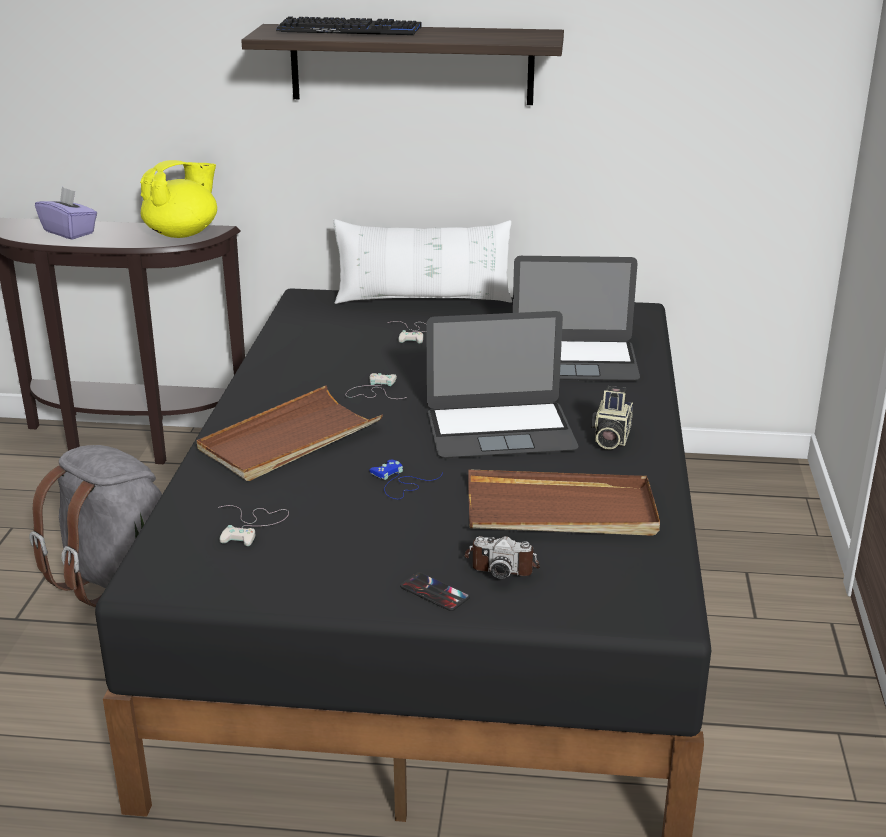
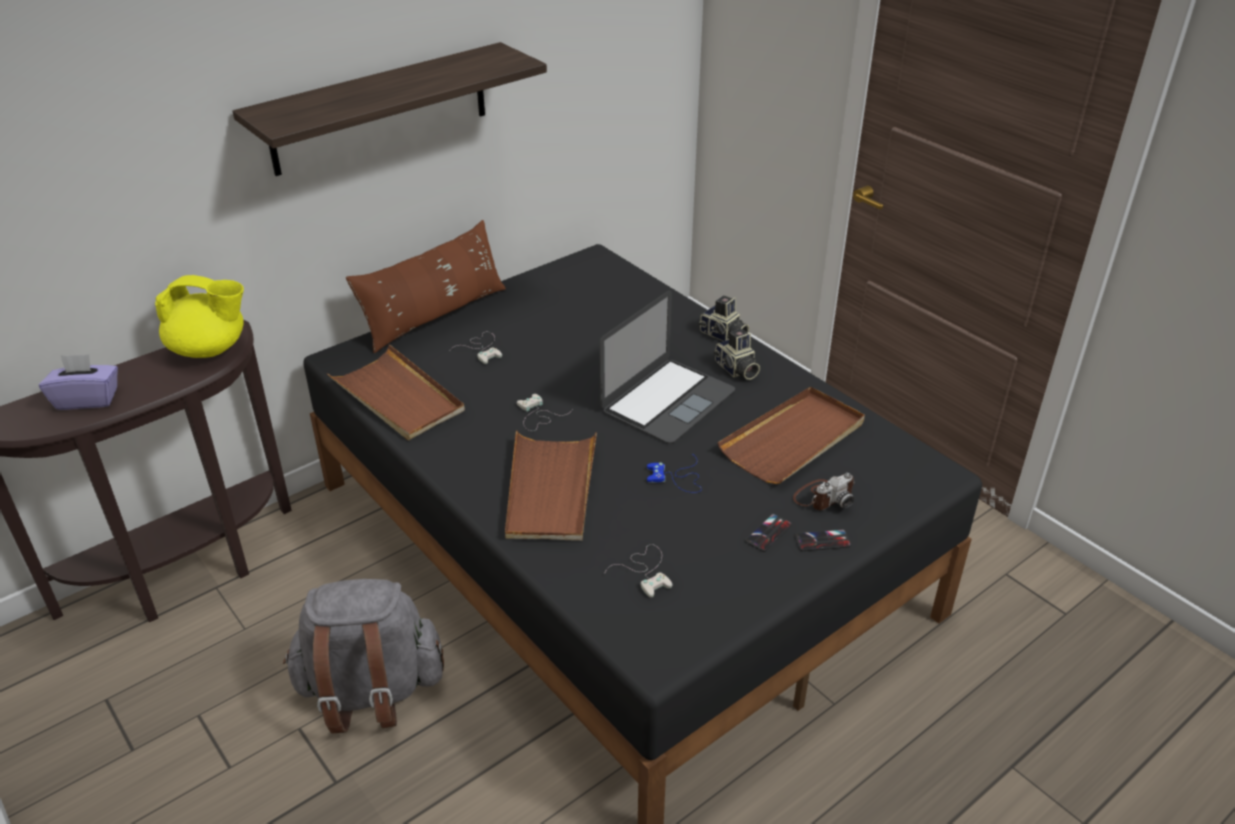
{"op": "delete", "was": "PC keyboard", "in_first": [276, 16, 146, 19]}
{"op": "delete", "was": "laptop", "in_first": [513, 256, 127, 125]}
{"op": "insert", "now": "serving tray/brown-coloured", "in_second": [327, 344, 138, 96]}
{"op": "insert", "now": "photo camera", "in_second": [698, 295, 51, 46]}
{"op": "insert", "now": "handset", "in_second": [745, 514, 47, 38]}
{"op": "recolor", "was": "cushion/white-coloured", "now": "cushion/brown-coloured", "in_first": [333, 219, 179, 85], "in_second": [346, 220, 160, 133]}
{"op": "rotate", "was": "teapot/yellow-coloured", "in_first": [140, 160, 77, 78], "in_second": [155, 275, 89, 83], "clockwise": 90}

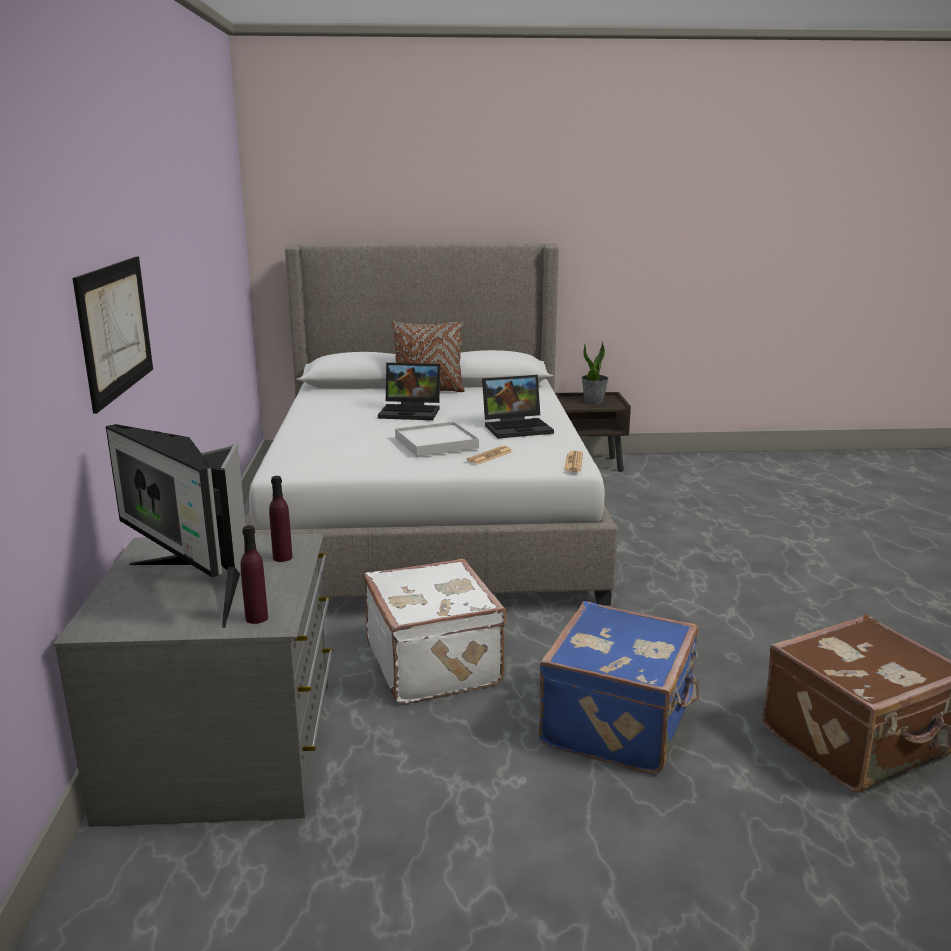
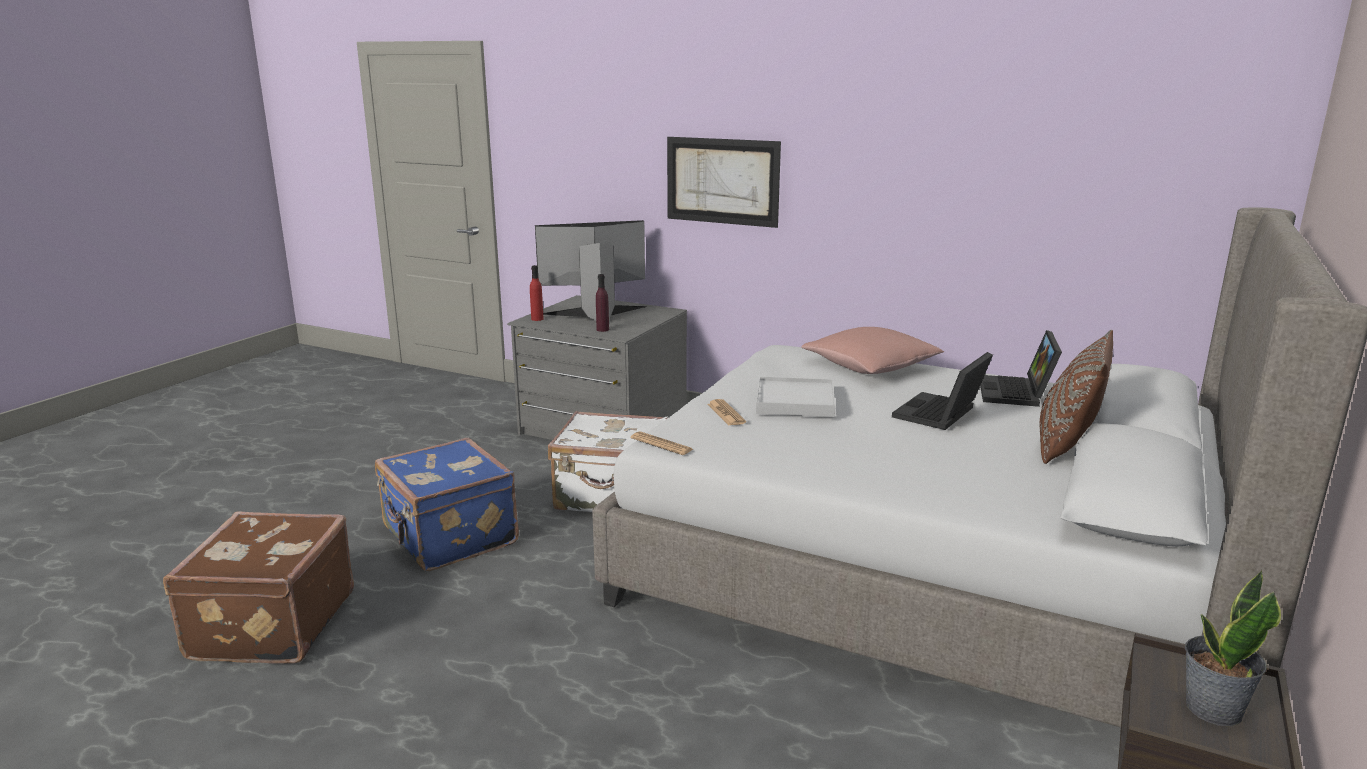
{"op": "insert", "now": "cushion/pink-coloured", "in_second": [801, 327, 143, 47]}
{"op": "move", "was": "laptop", "in_first": [482, 375, 72, 64], "in_second": [980, 330, 82, 77]}
{"op": "recolor", "was": "drink bottle/purple", "now": "drink bottle/red-coloured", "in_first": [241, 525, 27, 99], "in_second": [530, 265, 14, 56]}

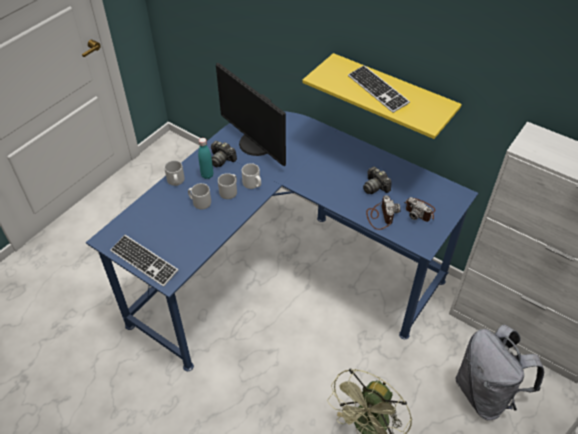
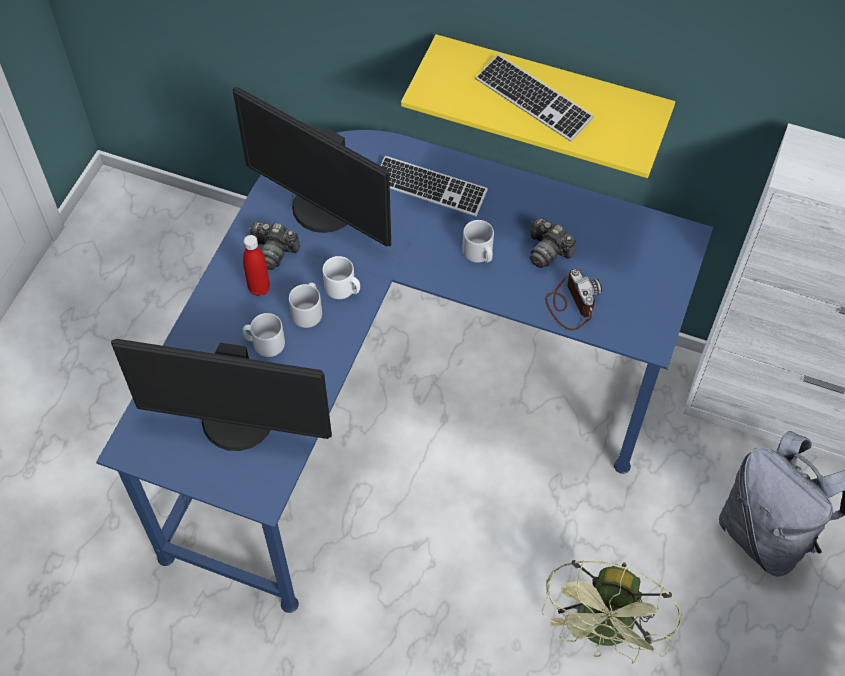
{"op": "delete", "was": "photo camera", "in_first": [404, 197, 31, 25]}
{"op": "insert", "now": "computer display", "in_second": [111, 339, 221, 112]}
{"op": "move", "was": "PC keyboard", "in_first": [110, 235, 68, 52], "in_second": [380, 156, 108, 60]}
{"op": "move", "was": "tea mug/grey", "in_first": [164, 160, 21, 26], "in_second": [462, 220, 32, 43]}
{"op": "recolor", "was": "drink bottle/turquoise", "now": "drink bottle/red-coloured", "in_first": [198, 138, 15, 41], "in_second": [243, 235, 27, 61]}

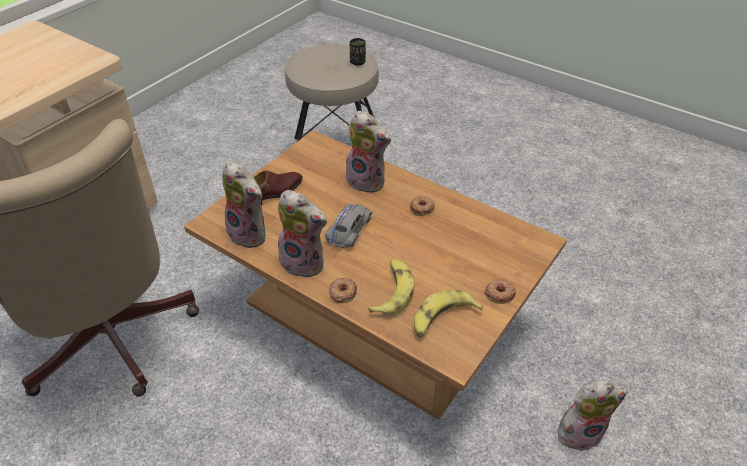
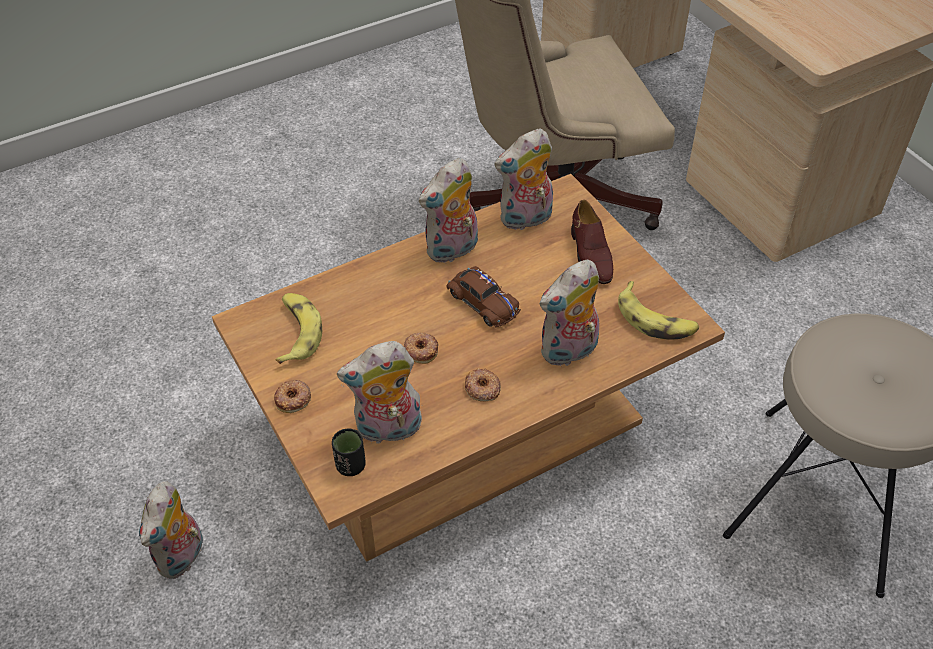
{"op": "insert", "now": "plush toy", "in_second": [337, 341, 85, 103]}
{"op": "move", "was": "doughnut", "in_first": [329, 277, 28, 26], "in_second": [404, 333, 35, 31]}
{"op": "move", "was": "drinking cup/black-coloured", "in_first": [350, 38, 16, 28], "in_second": [332, 428, 34, 48]}
{"op": "move", "was": "whole banana", "in_first": [368, 259, 46, 56], "in_second": [618, 281, 81, 59]}
{"op": "recolor", "was": "model car/grey", "now": "model car/brown-coloured", "in_first": [325, 204, 47, 44], "in_second": [446, 266, 75, 62]}

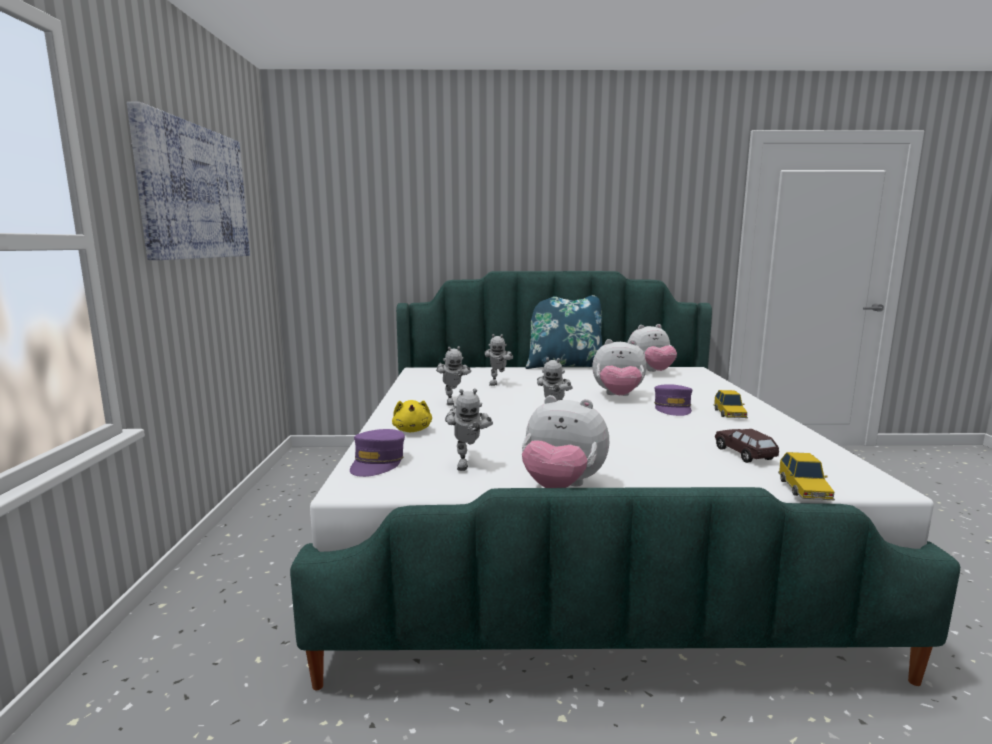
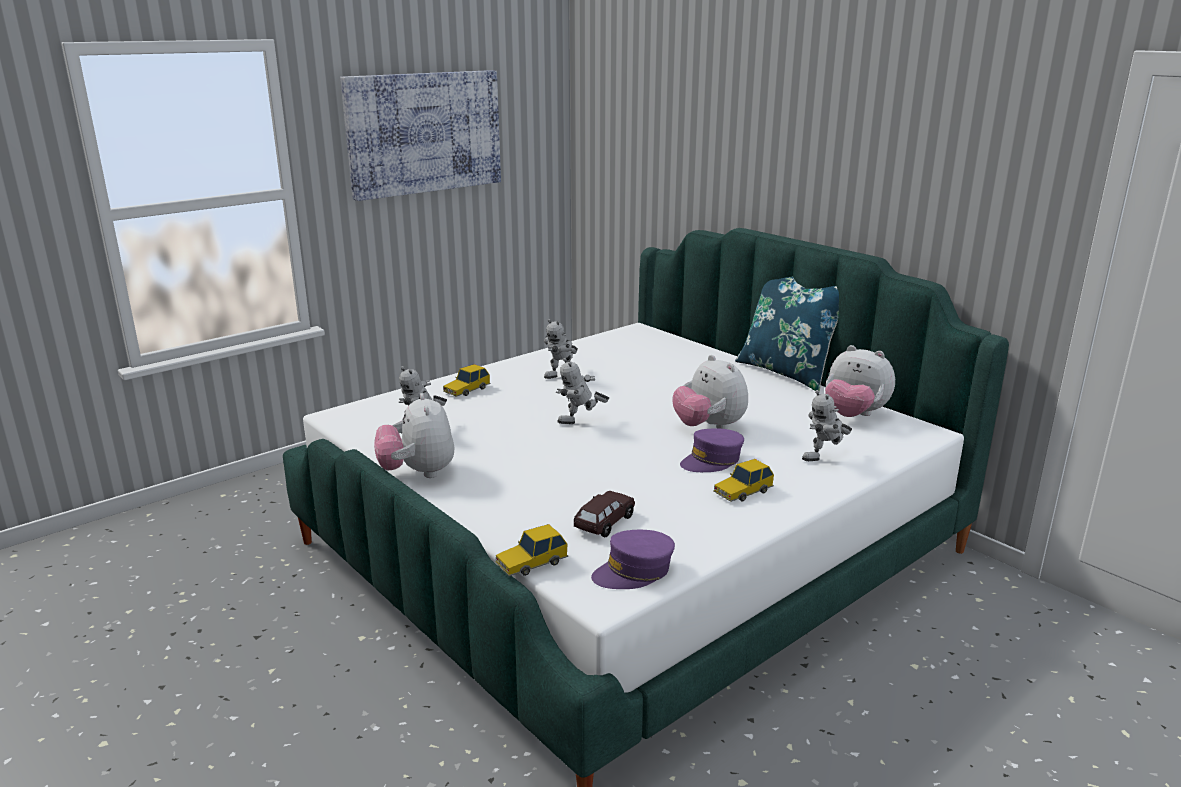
{"op": "move", "was": "baseball cap/purple", "in_first": [350, 429, 55, 48], "in_second": [591, 530, 84, 59]}
{"op": "move", "was": "toy robot", "in_first": [484, 334, 29, 52], "in_second": [802, 390, 50, 71]}
{"op": "replace", "was": "plush toy/yellow-coloured", "now": "model car", "in_first": [392, 400, 40, 32], "in_second": [443, 364, 48, 33]}

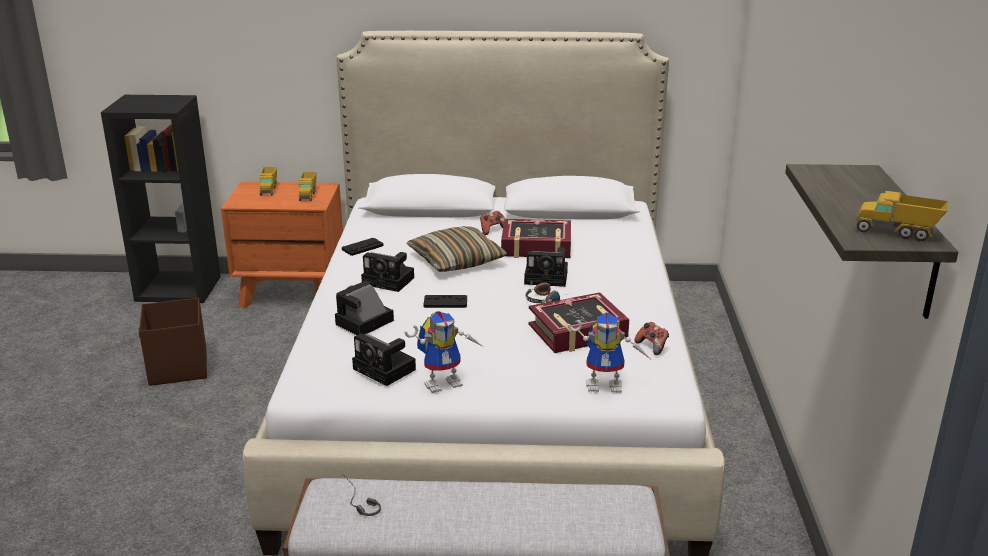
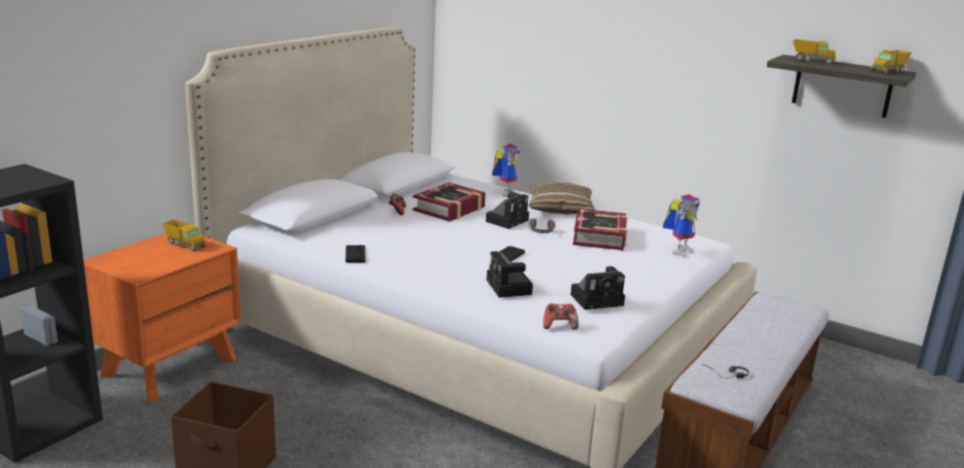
{"op": "delete", "was": "photo camera", "in_first": [361, 252, 53, 40]}
{"op": "move", "was": "toy lorry", "in_first": [260, 167, 17, 29], "in_second": [793, 39, 43, 25]}
{"op": "move", "was": "toy robot", "in_first": [404, 311, 79, 82], "in_second": [492, 144, 28, 53]}
{"op": "move", "was": "cushion", "in_first": [407, 226, 100, 46], "in_second": [529, 182, 66, 33]}
{"op": "move", "was": "game controller", "in_first": [634, 322, 35, 33], "in_second": [543, 303, 36, 27]}

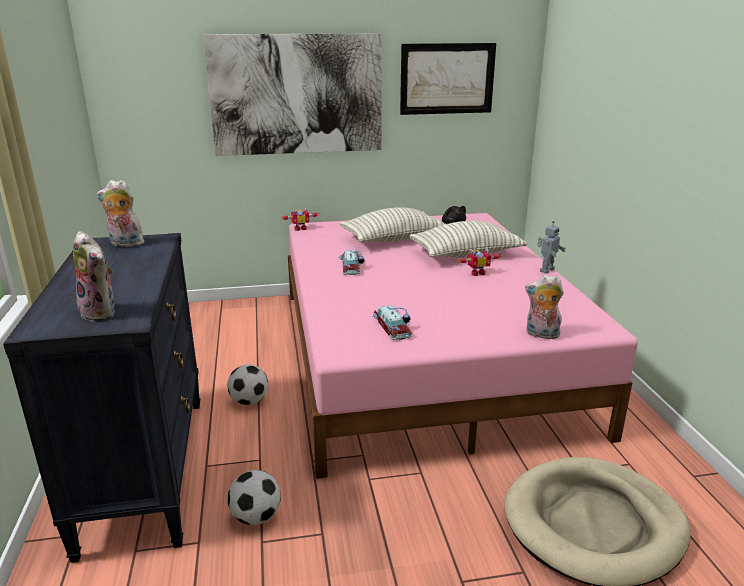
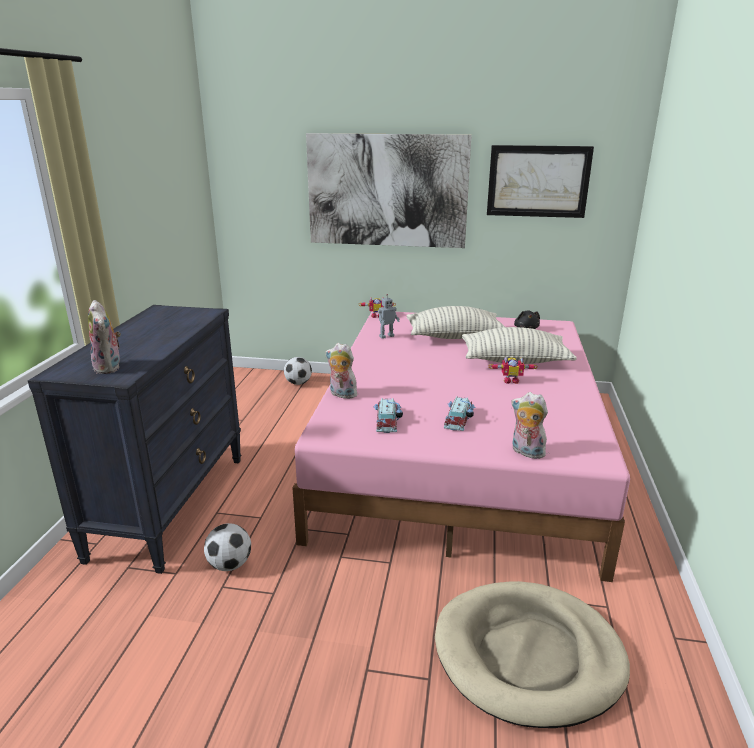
{"op": "move", "was": "plush toy", "in_first": [97, 180, 49, 67], "in_second": [325, 343, 32, 56]}
{"op": "move", "was": "football", "in_first": [227, 365, 41, 40], "in_second": [284, 357, 28, 28]}
{"op": "move", "was": "model car", "in_first": [339, 249, 25, 26], "in_second": [443, 396, 32, 35]}
{"op": "move", "was": "toy robot", "in_first": [537, 221, 29, 53], "in_second": [378, 294, 22, 45]}

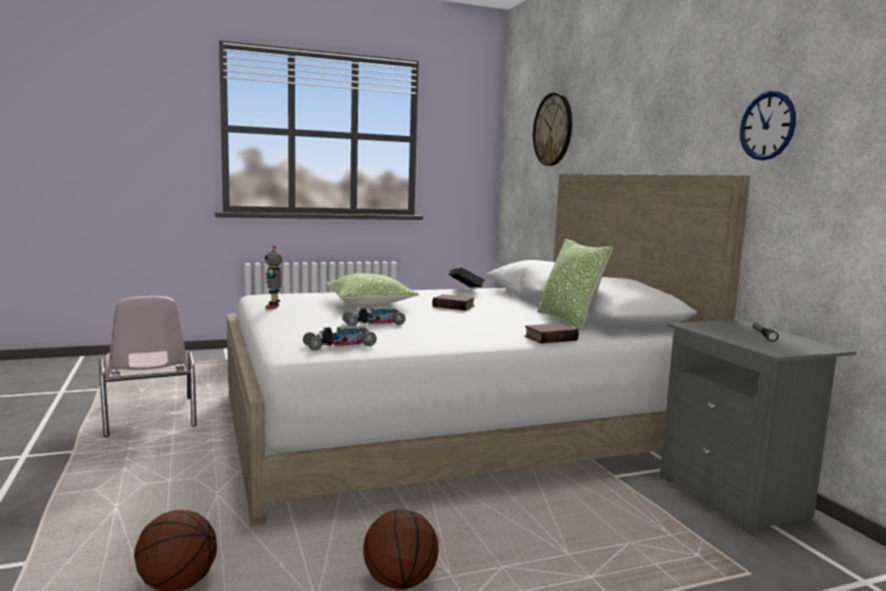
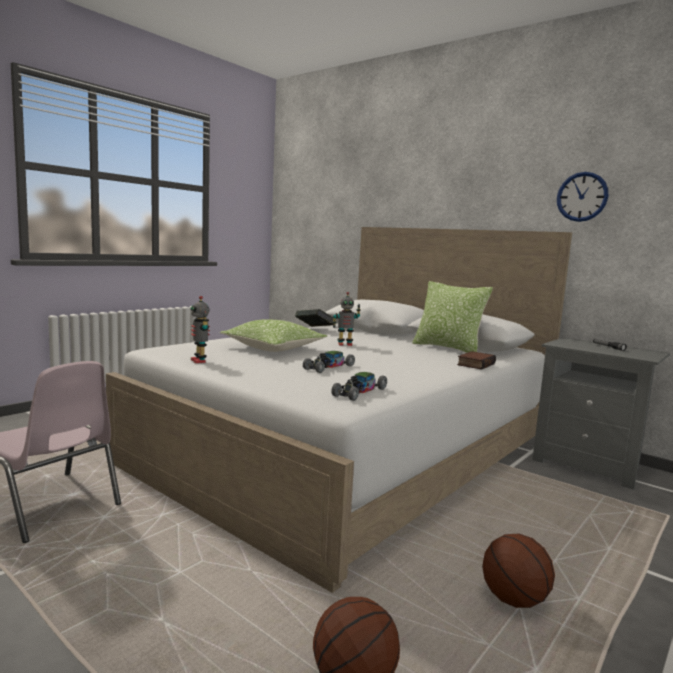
{"op": "delete", "was": "wall clock", "in_first": [533, 93, 39, 73]}
{"op": "replace", "was": "volume", "now": "toy robot", "in_first": [433, 294, 42, 17], "in_second": [332, 292, 29, 54]}

